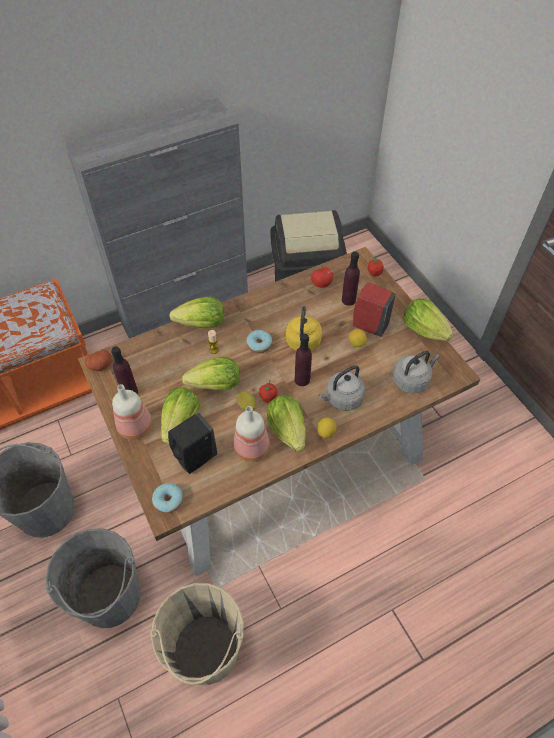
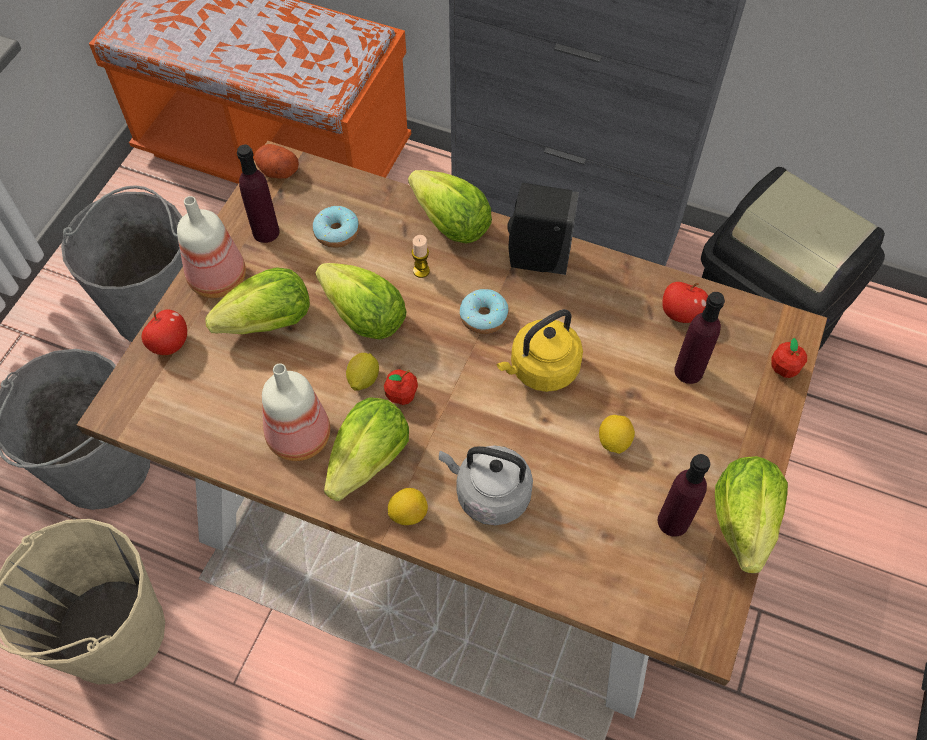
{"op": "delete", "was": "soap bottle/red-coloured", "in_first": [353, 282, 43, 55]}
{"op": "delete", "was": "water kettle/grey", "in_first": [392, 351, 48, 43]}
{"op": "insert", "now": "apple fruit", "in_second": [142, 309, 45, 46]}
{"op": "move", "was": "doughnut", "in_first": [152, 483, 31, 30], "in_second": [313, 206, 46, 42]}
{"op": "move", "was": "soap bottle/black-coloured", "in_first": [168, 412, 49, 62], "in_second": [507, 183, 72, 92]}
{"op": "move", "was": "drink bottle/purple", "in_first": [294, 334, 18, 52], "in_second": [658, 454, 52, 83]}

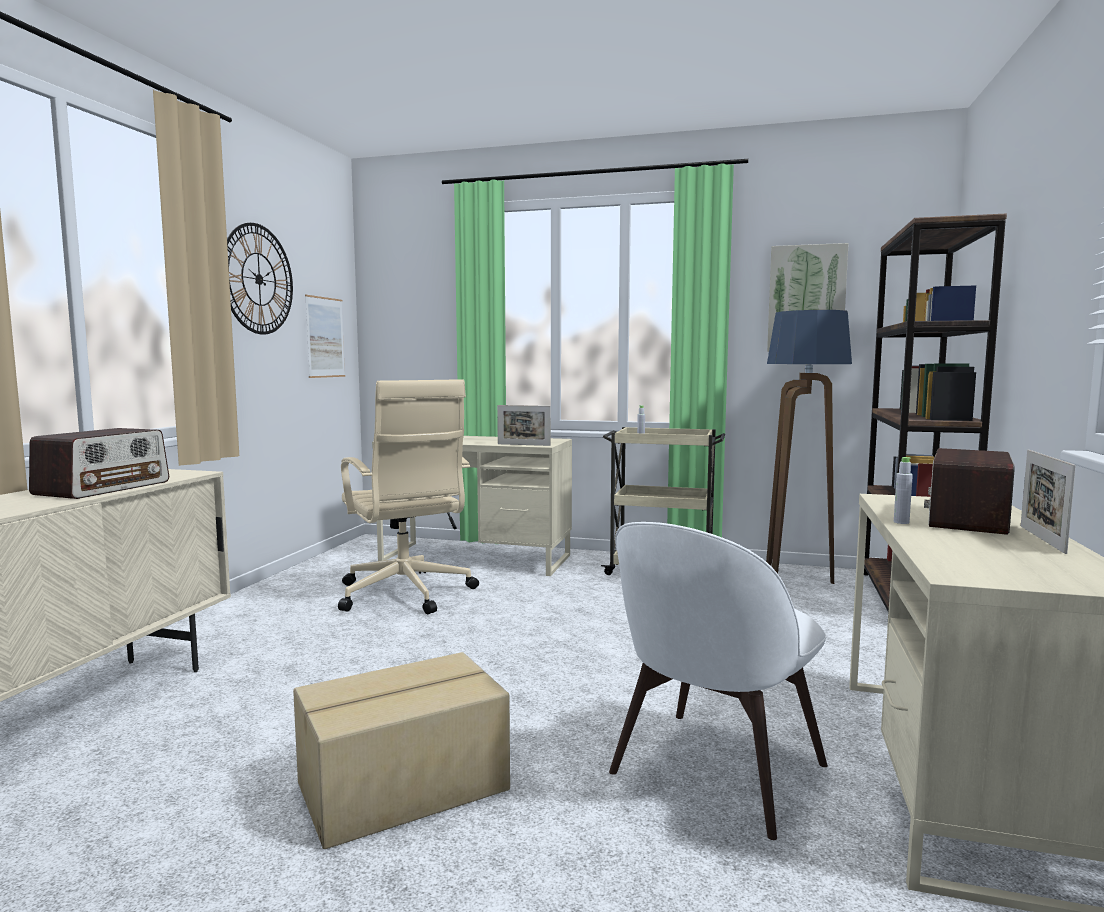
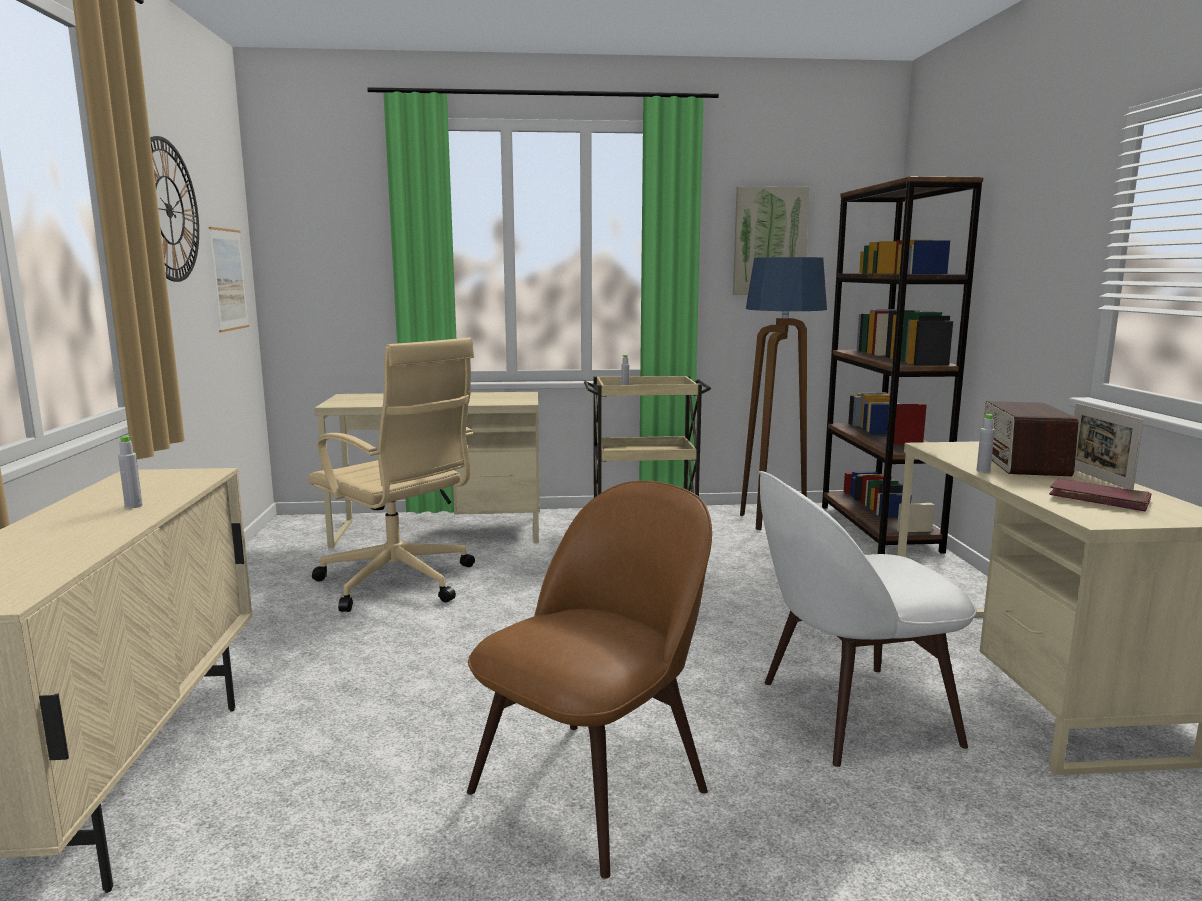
{"op": "delete", "was": "standing frame", "in_first": [497, 405, 54, 41]}
{"op": "insert", "now": "volume/red-coloured", "in_second": [1049, 478, 102, 33]}
{"op": "replace", "was": "radio", "now": "drink bottle/grey", "in_first": [29, 428, 140, 71], "in_second": [118, 436, 24, 72]}
{"op": "replace", "was": "packing box", "now": "chair/brown-coloured", "in_first": [293, 652, 217, 197], "in_second": [467, 481, 245, 398]}
{"op": "rotate", "was": "chair/white-coloured", "in_first": [609, 522, 219, 318], "in_second": [759, 471, 218, 296], "clockwise": 60}

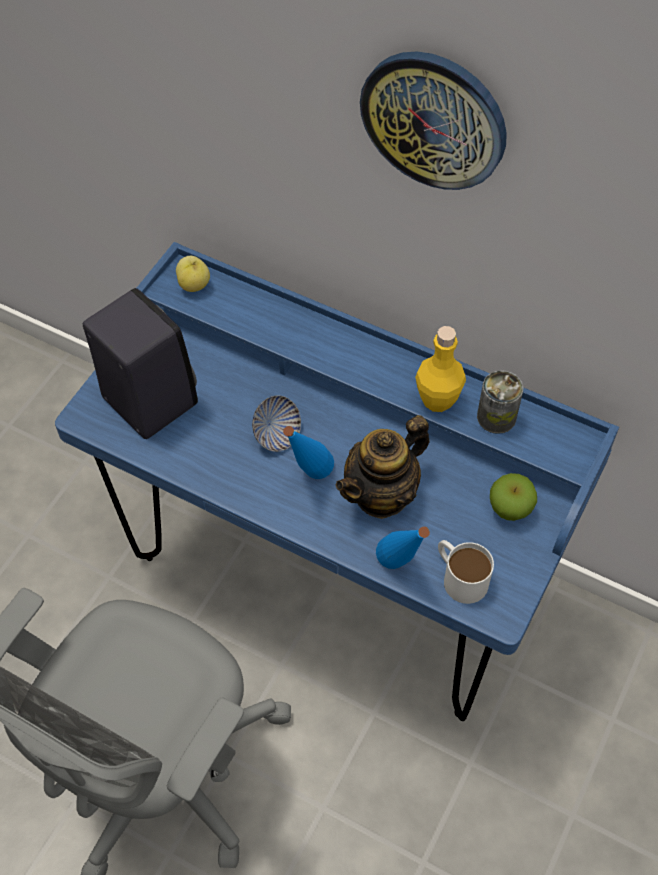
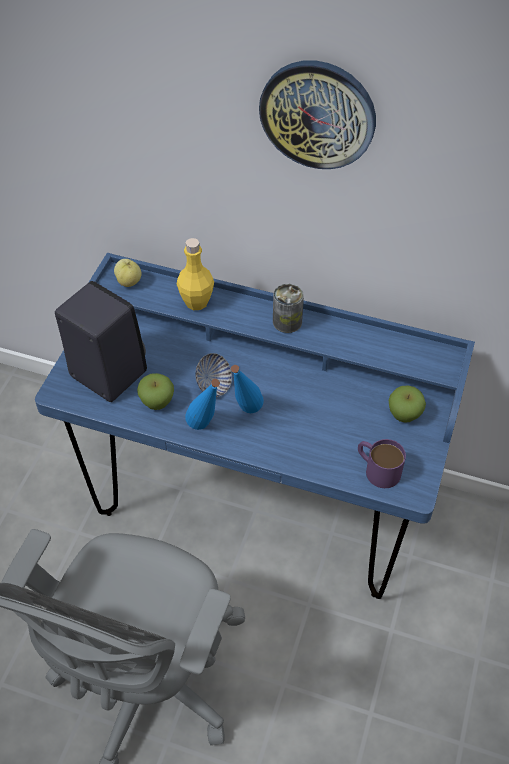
{"op": "delete", "was": "teapot", "in_first": [336, 415, 94, 104]}
{"op": "insert", "now": "apple fruit", "in_second": [137, 373, 37, 37]}
{"op": "move", "was": "drink bottle/blue", "in_first": [376, 527, 54, 42], "in_second": [185, 379, 35, 51]}
{"op": "move", "was": "drink bottle/yellow-coloured", "in_first": [415, 326, 51, 86], "in_second": [177, 238, 37, 72]}
{"op": "move", "was": "can", "in_first": [477, 370, 46, 64], "in_second": [273, 284, 31, 49]}
{"op": "recolor", "was": "tea mug/white-coloured", "now": "tea mug/purple", "in_first": [438, 540, 56, 64], "in_second": [358, 439, 48, 49]}

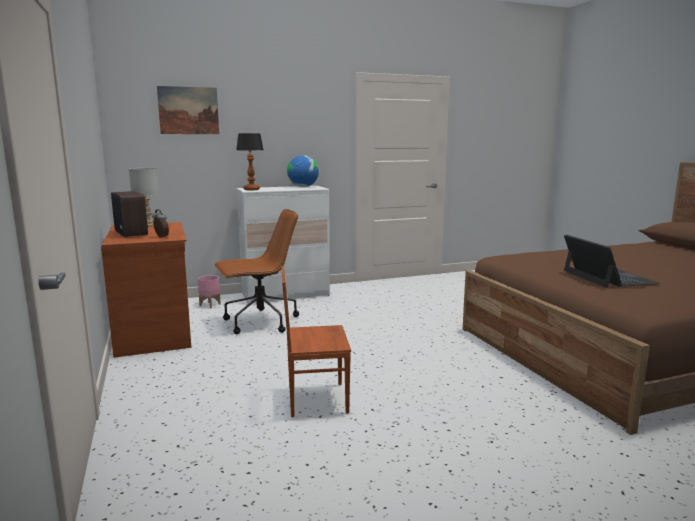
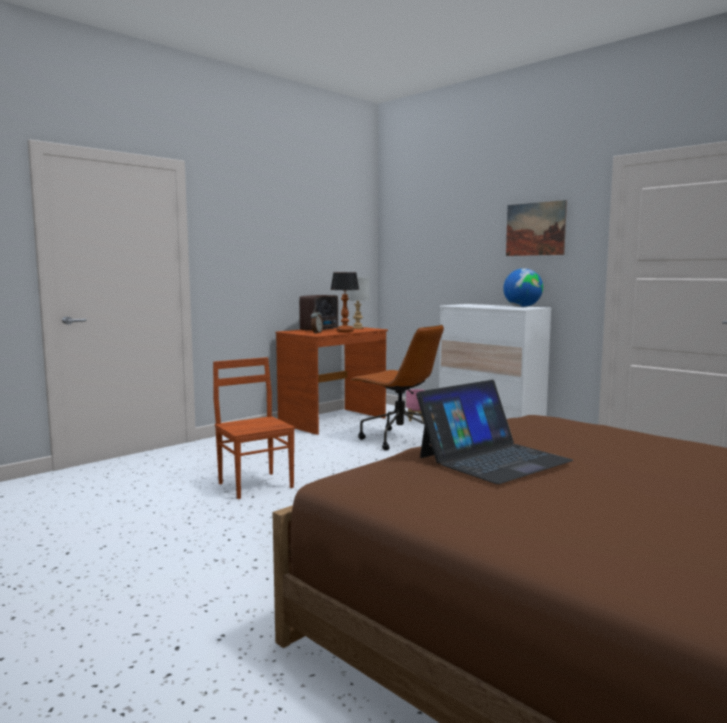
{"op": "move", "was": "wall picture", "in_first": [157, 86, 62, 48], "in_second": [506, 200, 61, 56]}
{"op": "move", "was": "tabletop lamp", "in_first": [236, 133, 27, 57], "in_second": [331, 272, 28, 60]}

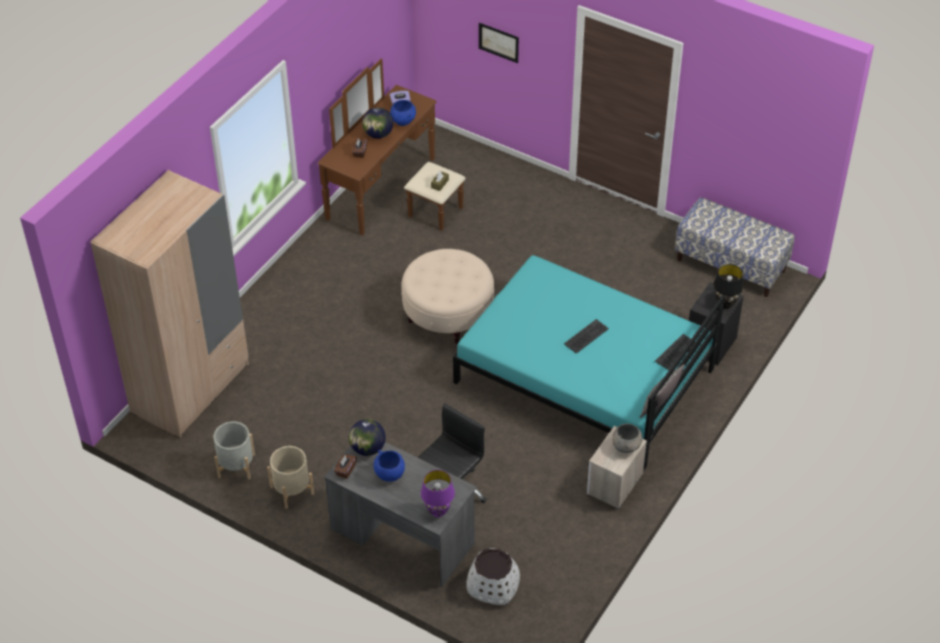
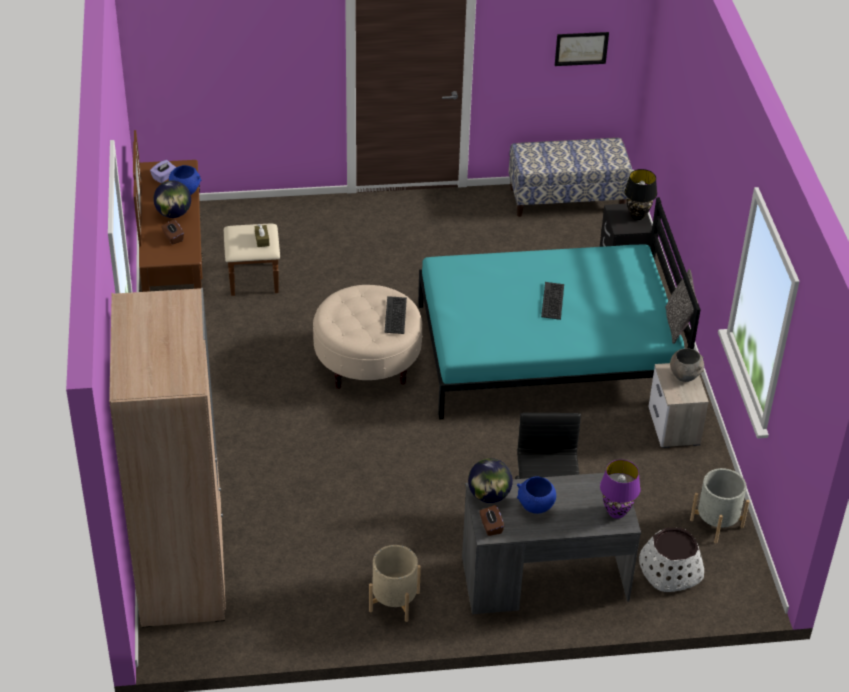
{"op": "move", "was": "flower pot/grey", "in_first": [213, 421, 42, 58], "in_second": [690, 468, 60, 76]}
{"op": "move", "was": "wall picture", "in_first": [479, 23, 40, 40], "in_second": [555, 32, 54, 34]}
{"op": "move", "was": "PC keyboard", "in_first": [655, 334, 41, 36], "in_second": [384, 296, 23, 38]}

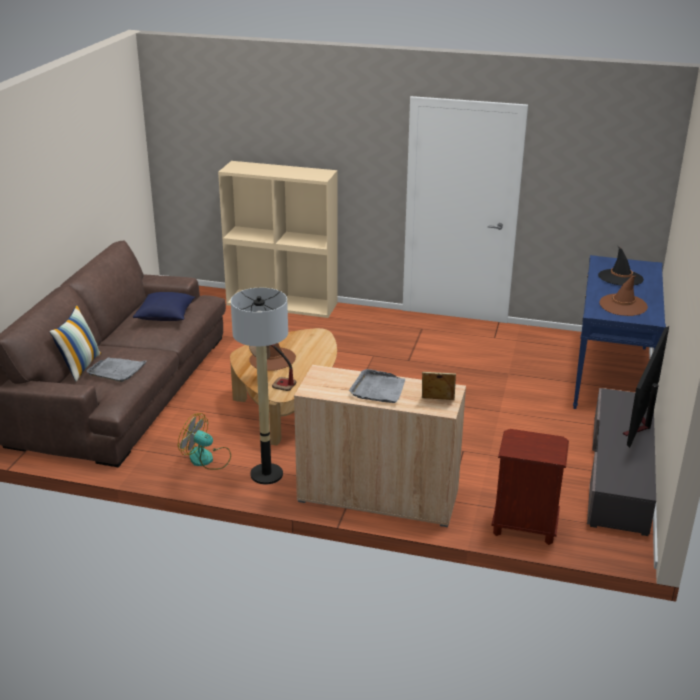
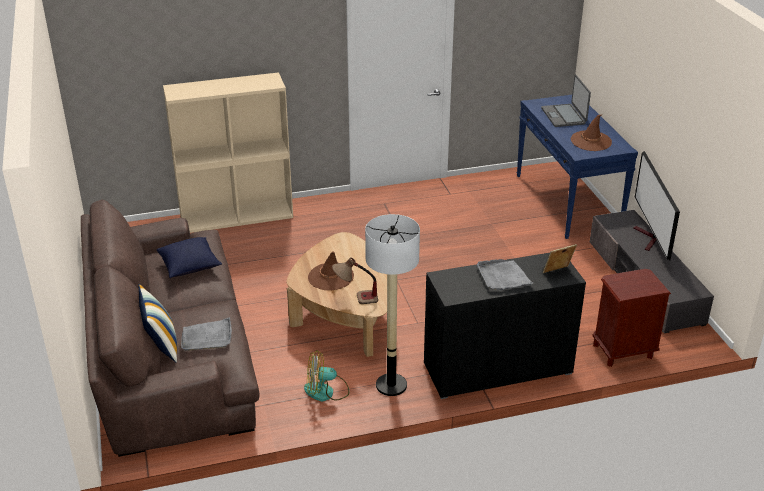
{"op": "replace", "was": "clothing hat/black-coloured", "now": "laptop", "in_first": [598, 246, 46, 40], "in_second": [541, 74, 50, 53]}
{"op": "recolor", "was": "cabinet/beige-coloured", "now": "cabinet/black-coloured", "in_first": [294, 365, 172, 162], "in_second": [424, 253, 162, 146]}

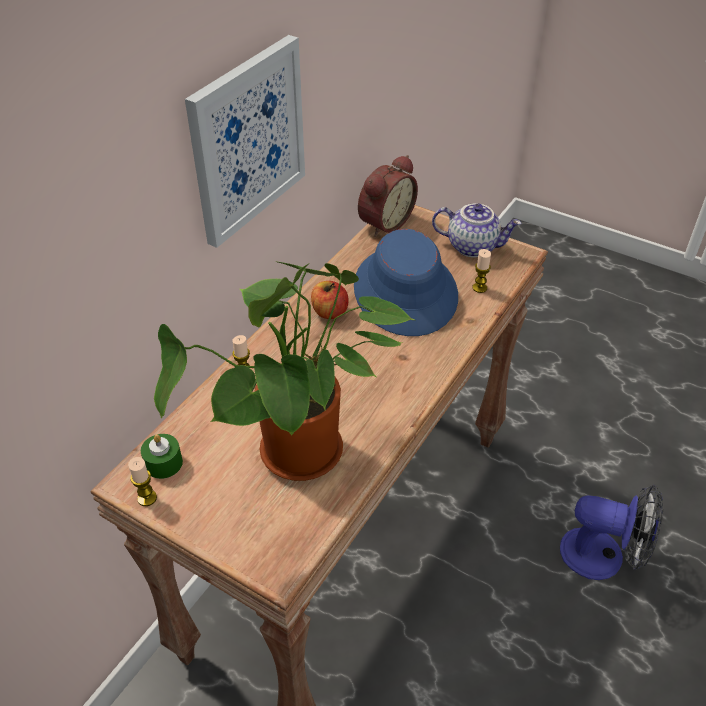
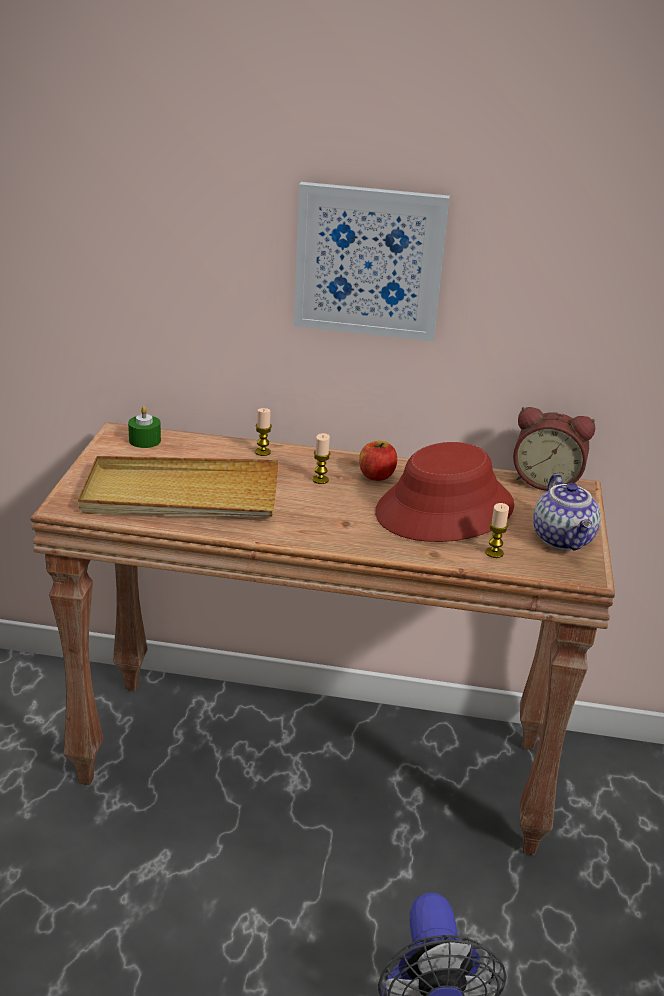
{"op": "move", "was": "wax light", "in_first": [128, 457, 29, 49], "in_second": [312, 433, 18, 51]}
{"op": "replace", "was": "plant in a pot", "now": "serving tray/beige-coloured", "in_first": [154, 261, 260, 220], "in_second": [78, 456, 200, 61]}
{"op": "recolor", "was": "clothing hat/blue", "now": "clothing hat/red-coloured", "in_first": [354, 229, 104, 107], "in_second": [375, 442, 139, 100]}

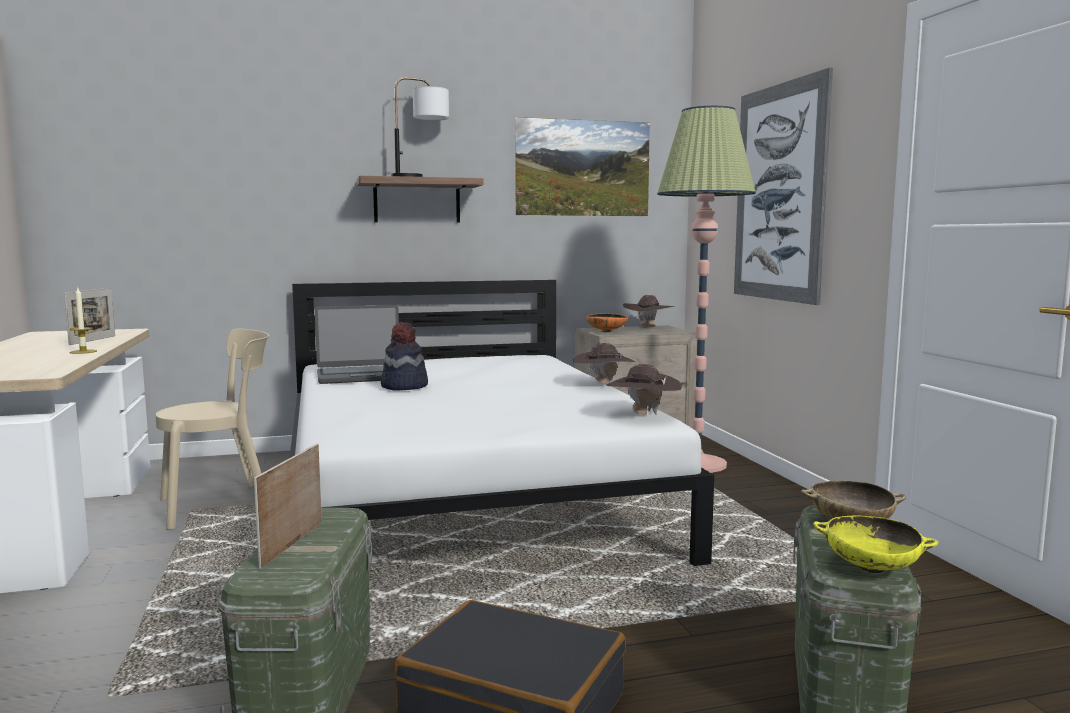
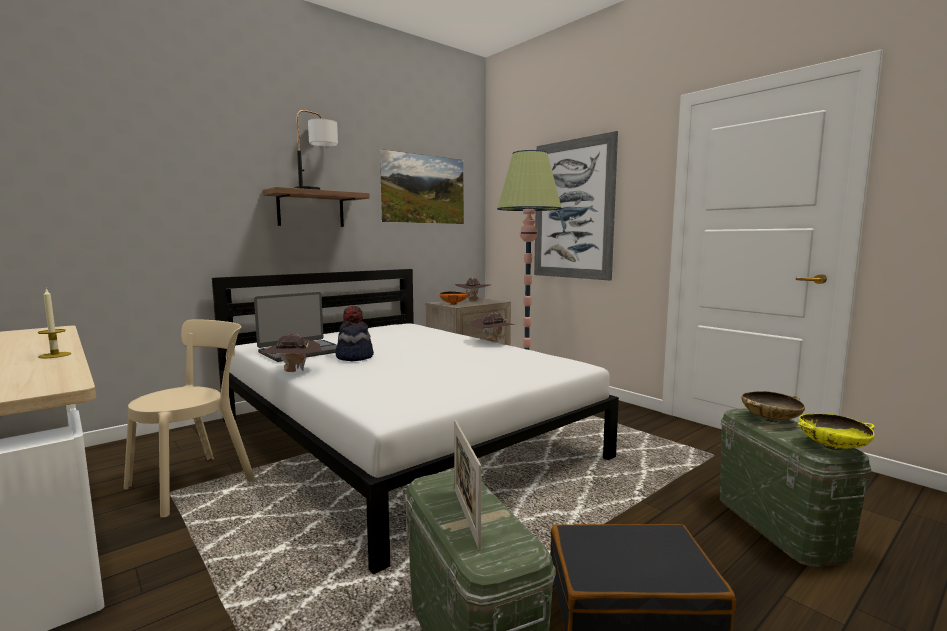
{"op": "delete", "was": "standing frame", "in_first": [64, 288, 51, 57]}
{"op": "move", "was": "clothing hat/brown-coloured", "in_first": [607, 364, 75, 51], "in_second": [261, 334, 60, 38]}

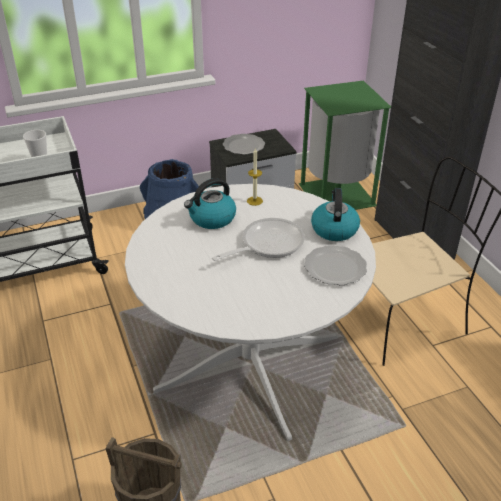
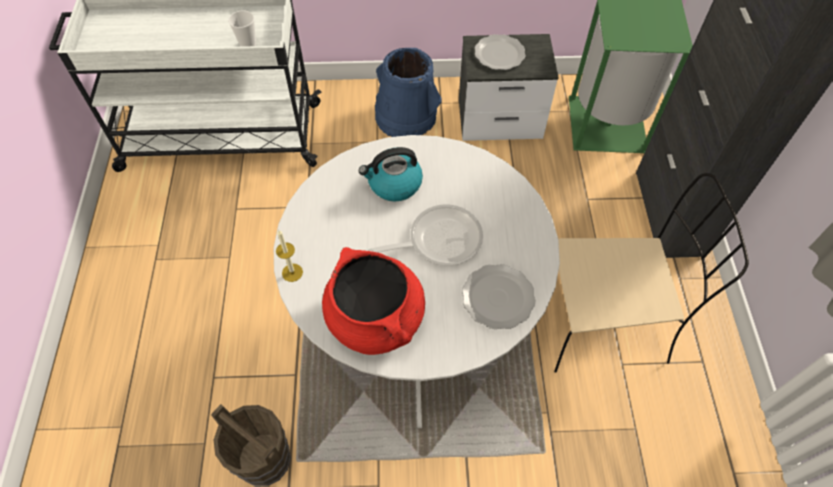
{"op": "delete", "was": "water kettle", "in_first": [311, 188, 49, 53]}
{"op": "insert", "now": "stockpot/red-coloured", "in_second": [322, 247, 103, 108]}
{"op": "move", "was": "wax light", "in_first": [247, 148, 16, 58], "in_second": [276, 230, 27, 52]}

